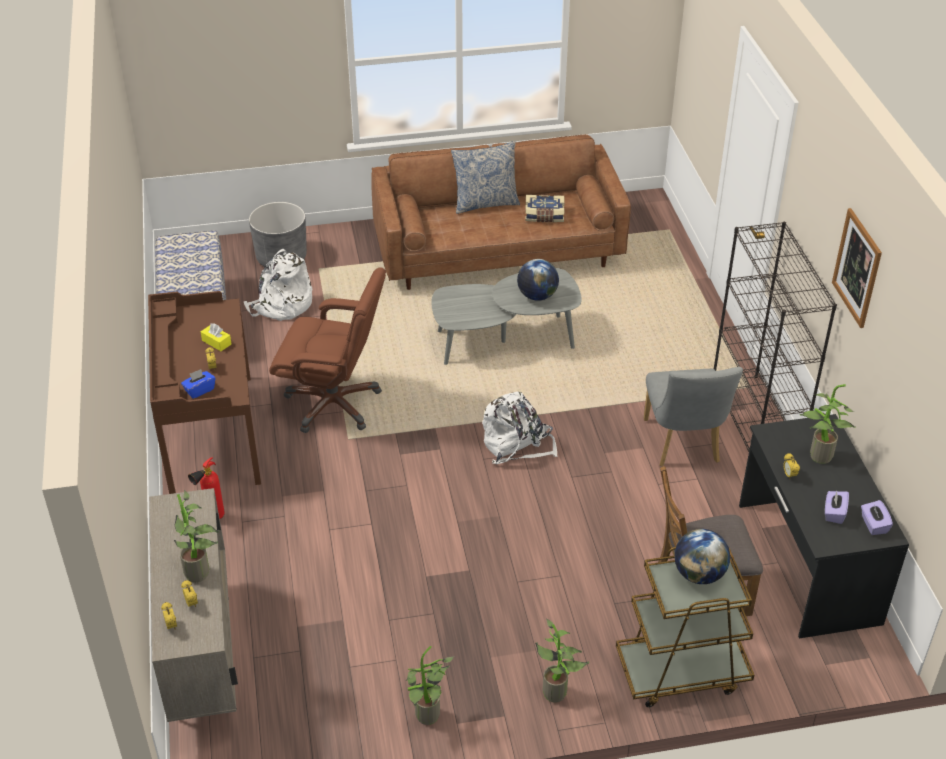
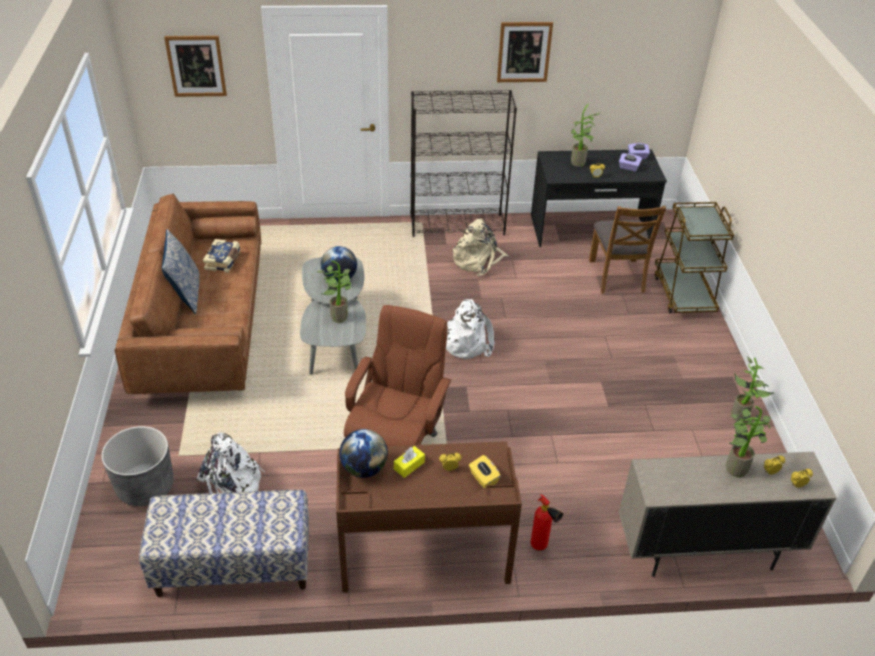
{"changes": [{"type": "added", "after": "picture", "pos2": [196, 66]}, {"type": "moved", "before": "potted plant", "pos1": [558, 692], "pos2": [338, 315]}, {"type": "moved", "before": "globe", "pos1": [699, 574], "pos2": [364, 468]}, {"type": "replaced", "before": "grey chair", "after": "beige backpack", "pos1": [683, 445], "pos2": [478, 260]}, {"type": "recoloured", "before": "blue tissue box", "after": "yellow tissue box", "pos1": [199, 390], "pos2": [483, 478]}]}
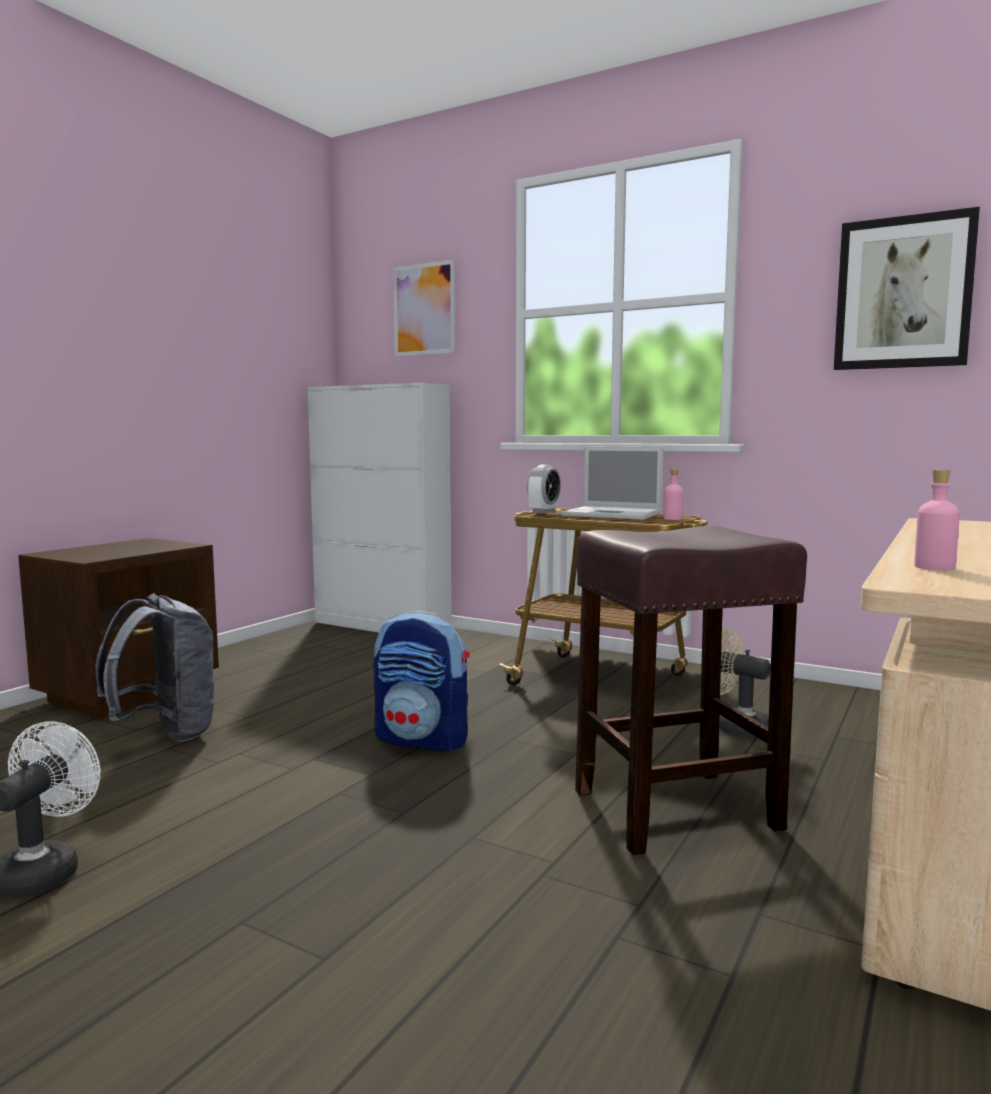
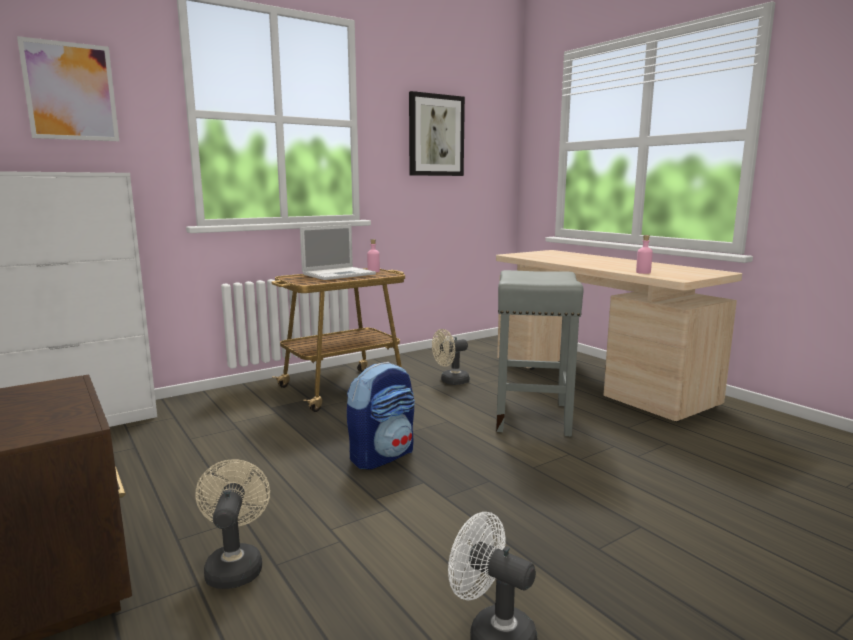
{"changes": [{"type": "replaced", "before": "grey backpack", "after": "beige fan", "pos1": [166, 734], "pos2": [235, 565]}, {"type": "recoloured", "before": "brown stool", "after": "grey stool", "pos1": [678, 809], "pos2": [532, 416]}, {"type": "removed", "before": "alarm clock", "pos1": [543, 512]}]}
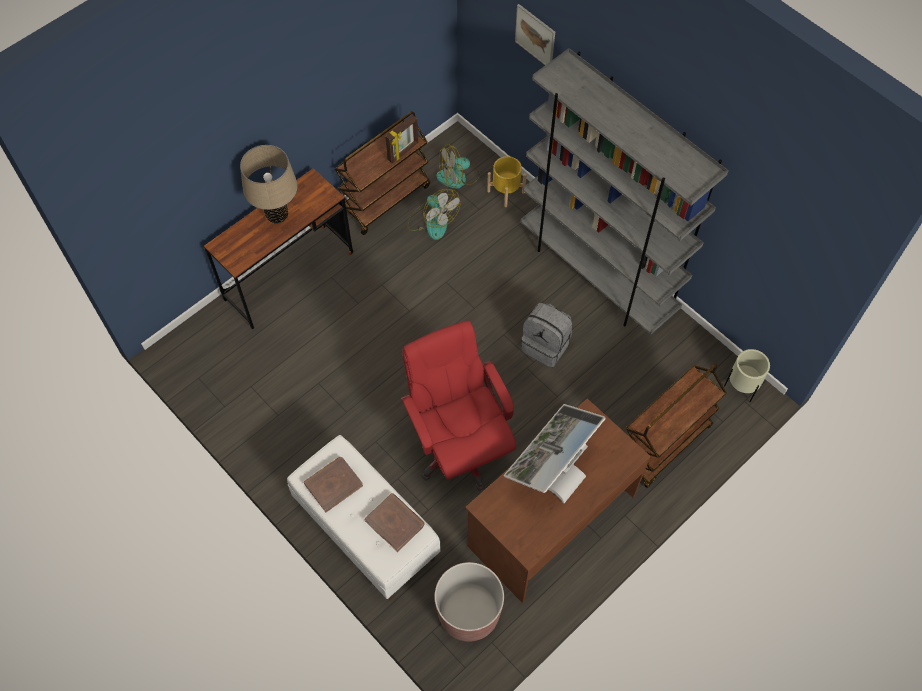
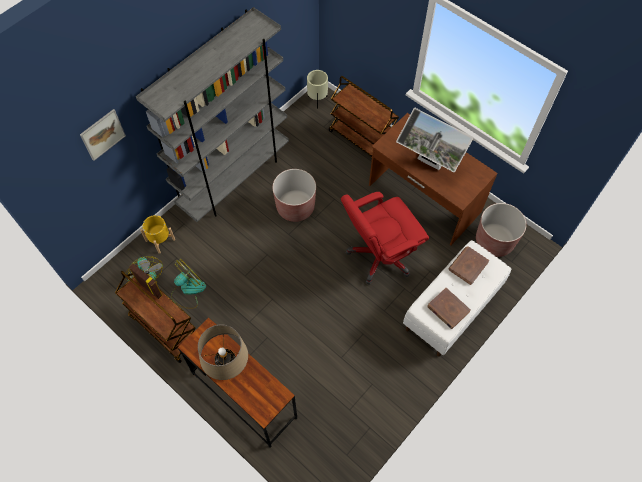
{"changes": [{"type": "replaced", "before": "grey backpack", "after": "brown planter", "pos1": [546, 345], "pos2": [295, 207]}]}
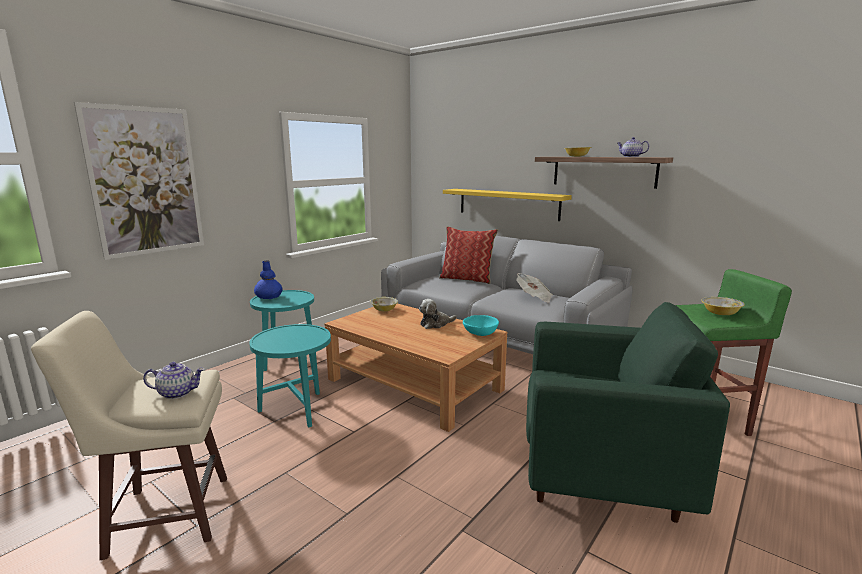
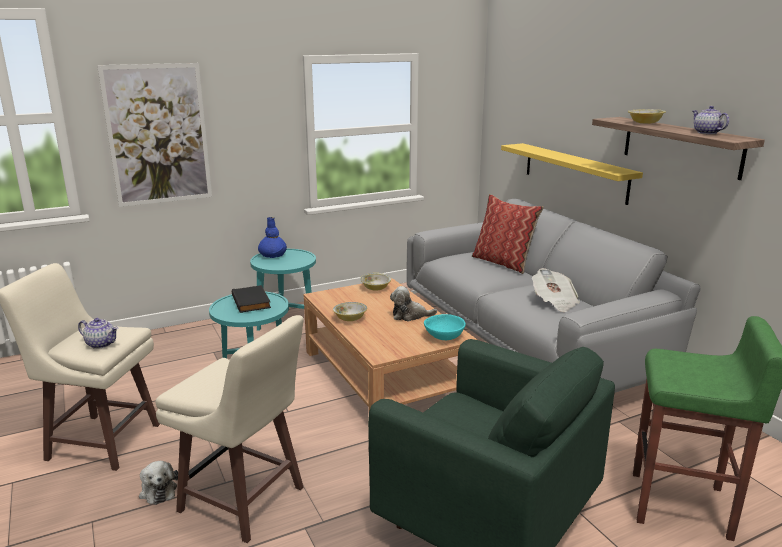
{"changes": [{"type": "added", "after": "plush toy", "pos2": [158, 490]}, {"type": "added", "after": "beige stool", "pos2": [244, 501]}, {"type": "added", "after": "black book", "pos2": [252, 301]}, {"type": "moved", "before": "bowl", "pos1": [720, 313], "pos2": [350, 319]}]}
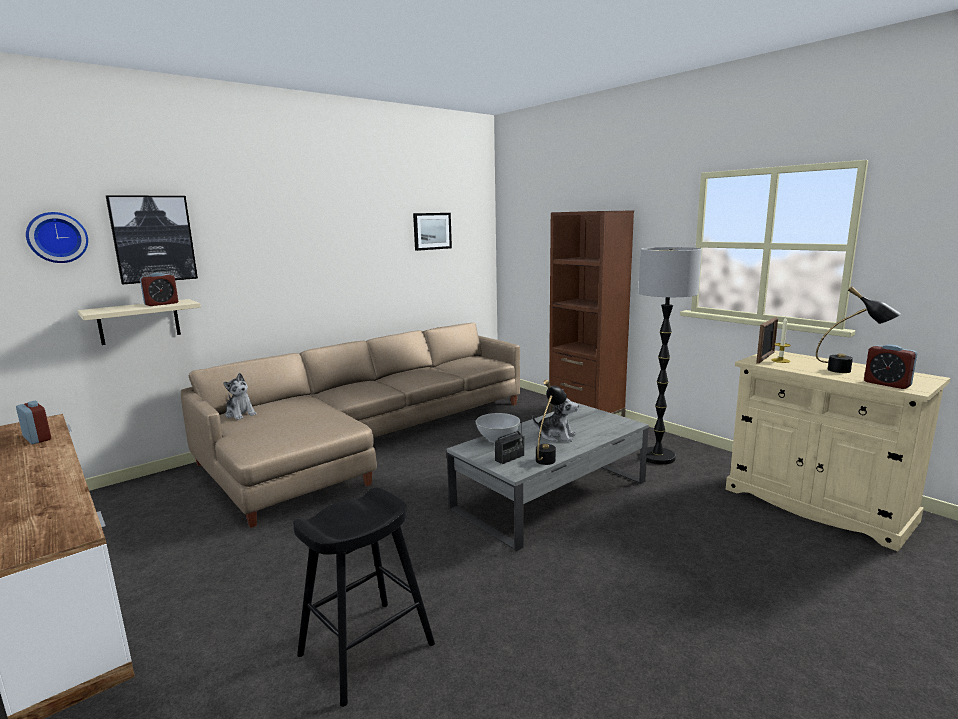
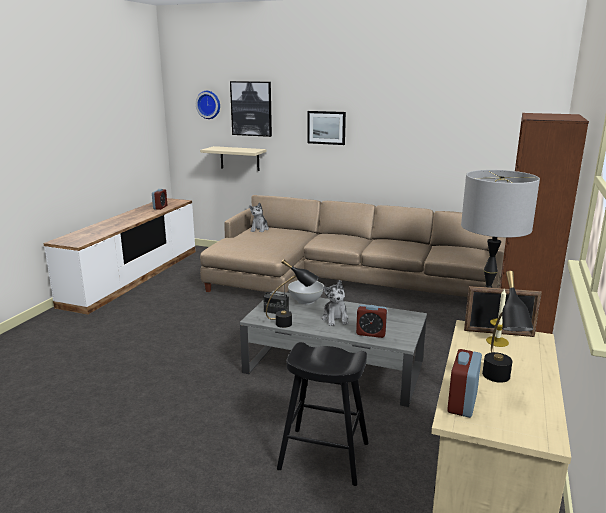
{"changes": [{"type": "moved", "before": "black stool", "pos1": [367, 649], "pos2": [324, 456]}, {"type": "moved", "before": "picture", "pos1": [432, 231], "pos2": [326, 127]}, {"type": "moved", "before": "alarm clock", "pos1": [161, 304], "pos2": [371, 333]}]}
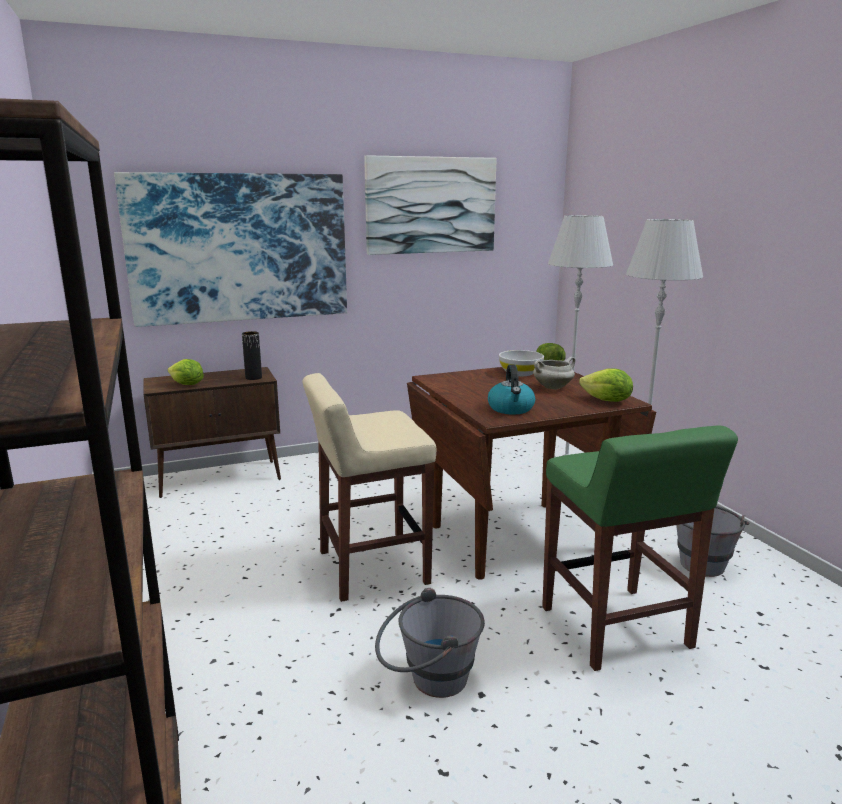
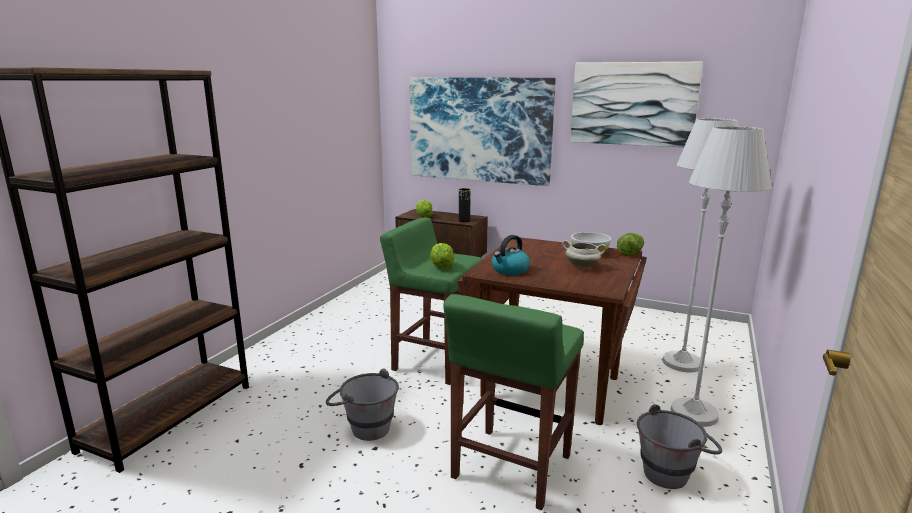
{"changes": [{"type": "recoloured", "before": "beige stool", "after": "green stool", "pos1": [371, 568], "pos2": [435, 362]}, {"type": "moved", "before": "lettuce", "pos1": [607, 401], "pos2": [441, 267]}]}
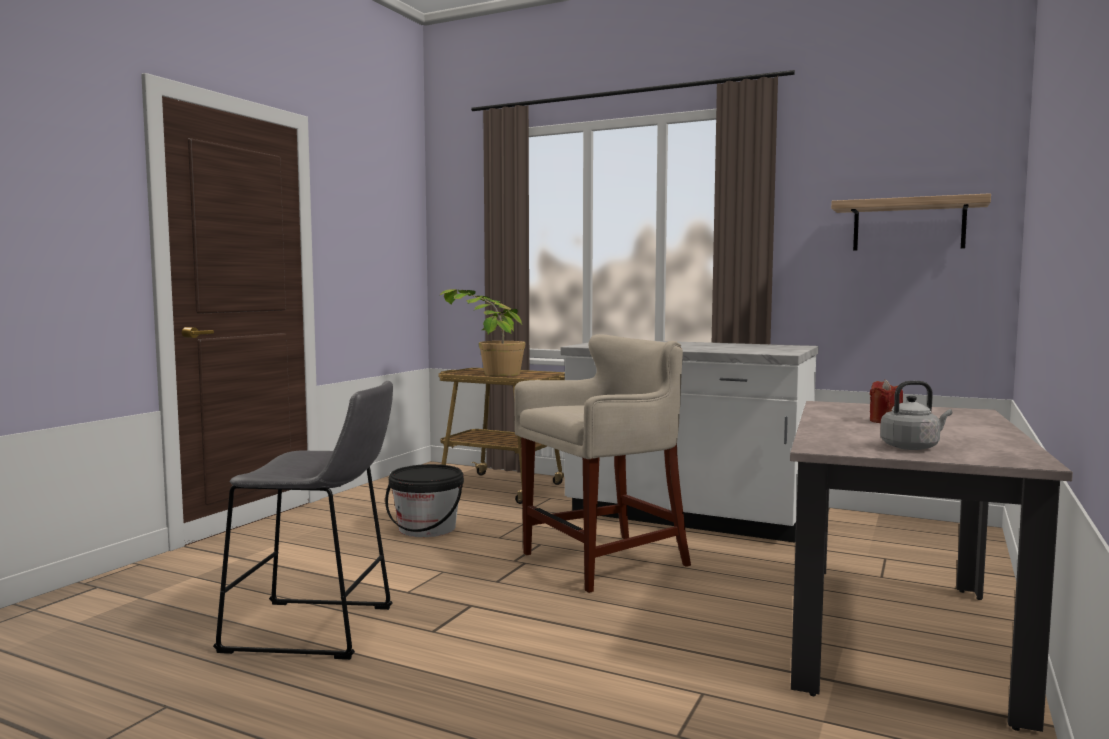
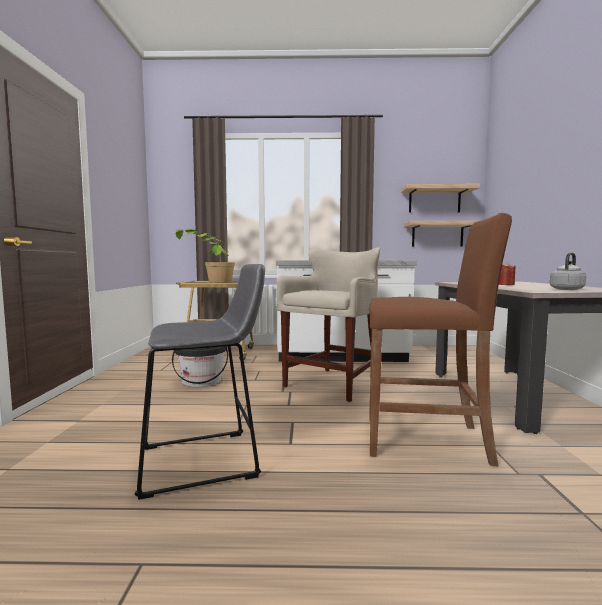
{"changes": [{"type": "added", "after": "brown stool", "pos2": [426, 440]}, {"type": "added", "after": "shelf", "pos2": [437, 235]}]}
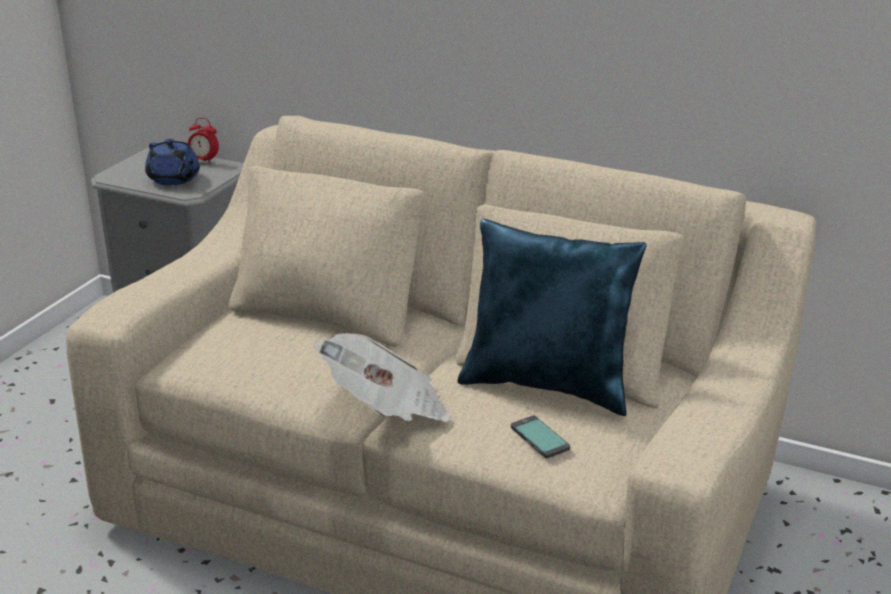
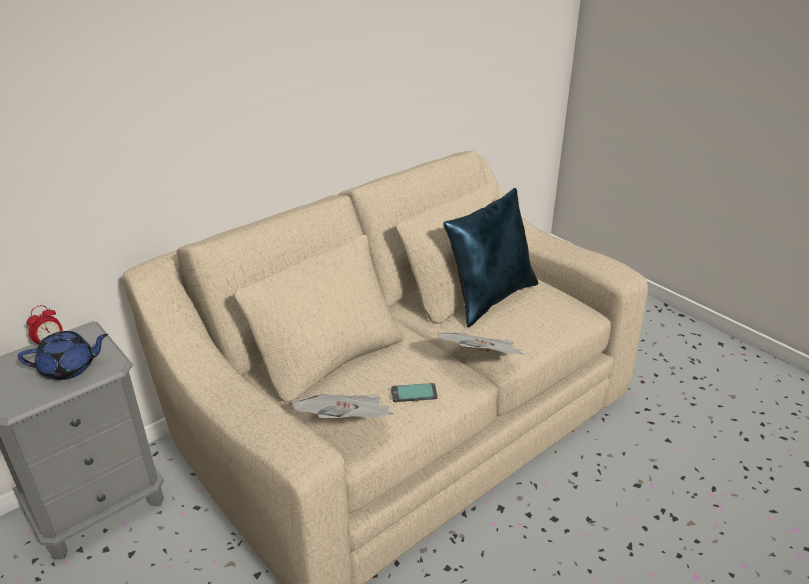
{"changes": [{"type": "added", "after": "newspaper", "pos2": [347, 424]}, {"type": "moved", "before": "phone", "pos1": [539, 438], "pos2": [414, 394]}]}
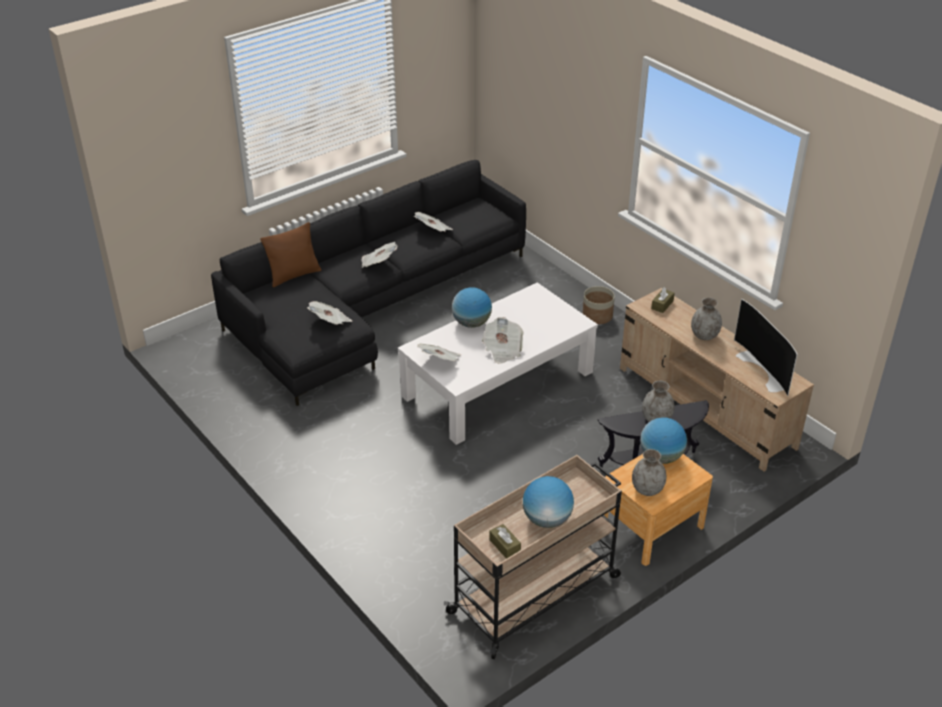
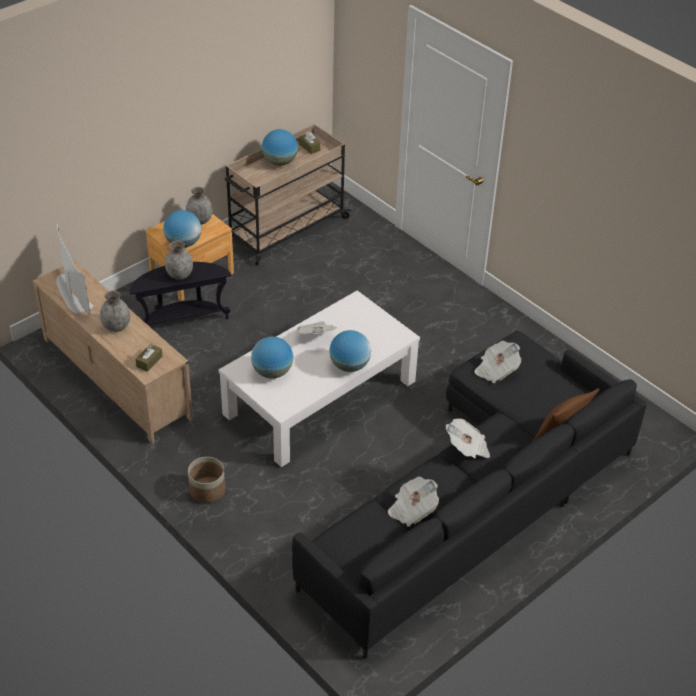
{"changes": [{"type": "added", "after": "globe", "pos2": [272, 372]}, {"type": "removed", "before": "newspaper", "pos1": [440, 361]}]}
